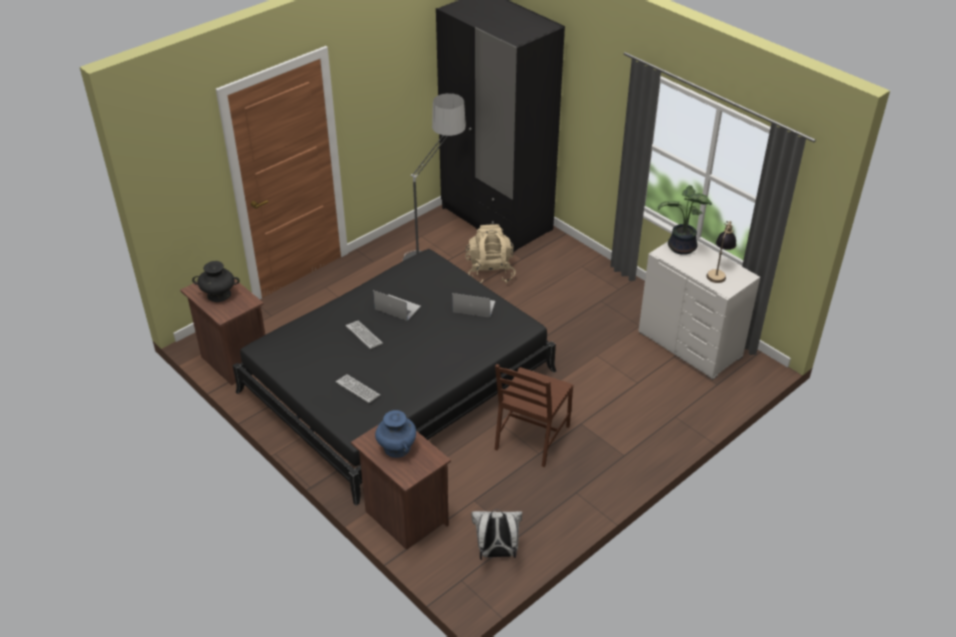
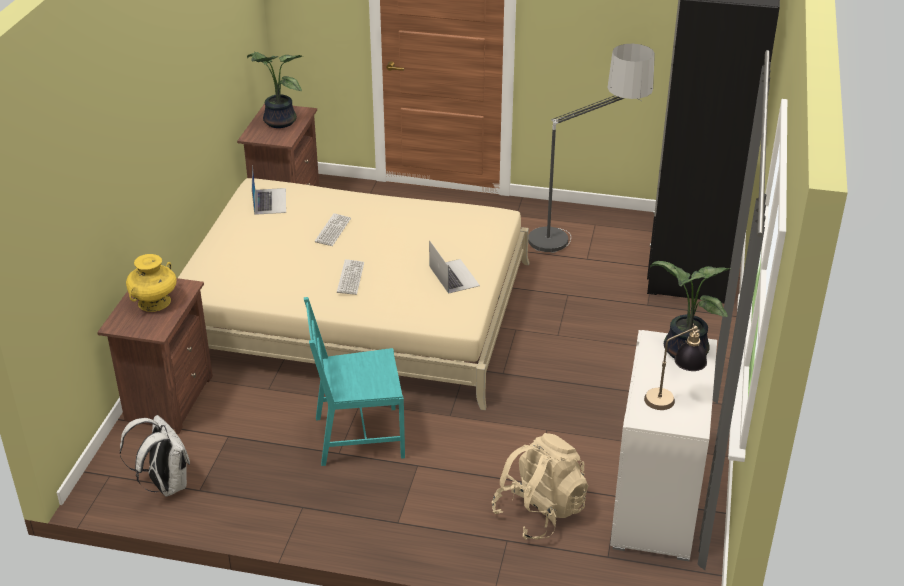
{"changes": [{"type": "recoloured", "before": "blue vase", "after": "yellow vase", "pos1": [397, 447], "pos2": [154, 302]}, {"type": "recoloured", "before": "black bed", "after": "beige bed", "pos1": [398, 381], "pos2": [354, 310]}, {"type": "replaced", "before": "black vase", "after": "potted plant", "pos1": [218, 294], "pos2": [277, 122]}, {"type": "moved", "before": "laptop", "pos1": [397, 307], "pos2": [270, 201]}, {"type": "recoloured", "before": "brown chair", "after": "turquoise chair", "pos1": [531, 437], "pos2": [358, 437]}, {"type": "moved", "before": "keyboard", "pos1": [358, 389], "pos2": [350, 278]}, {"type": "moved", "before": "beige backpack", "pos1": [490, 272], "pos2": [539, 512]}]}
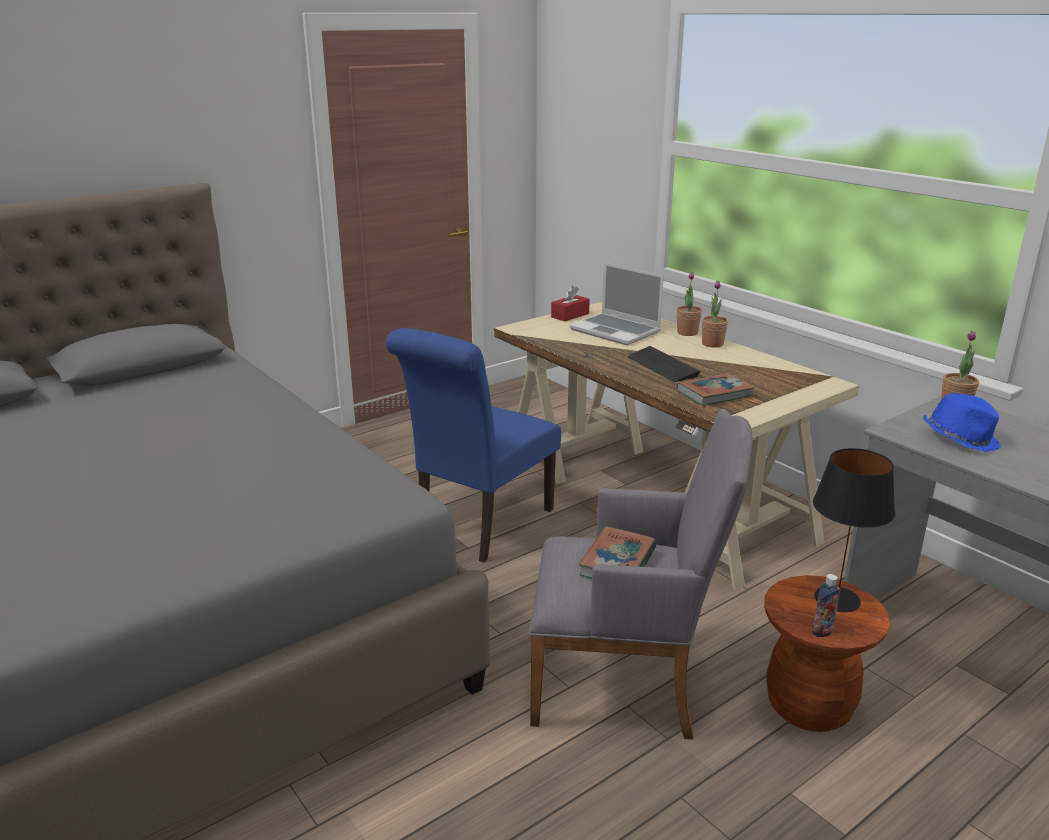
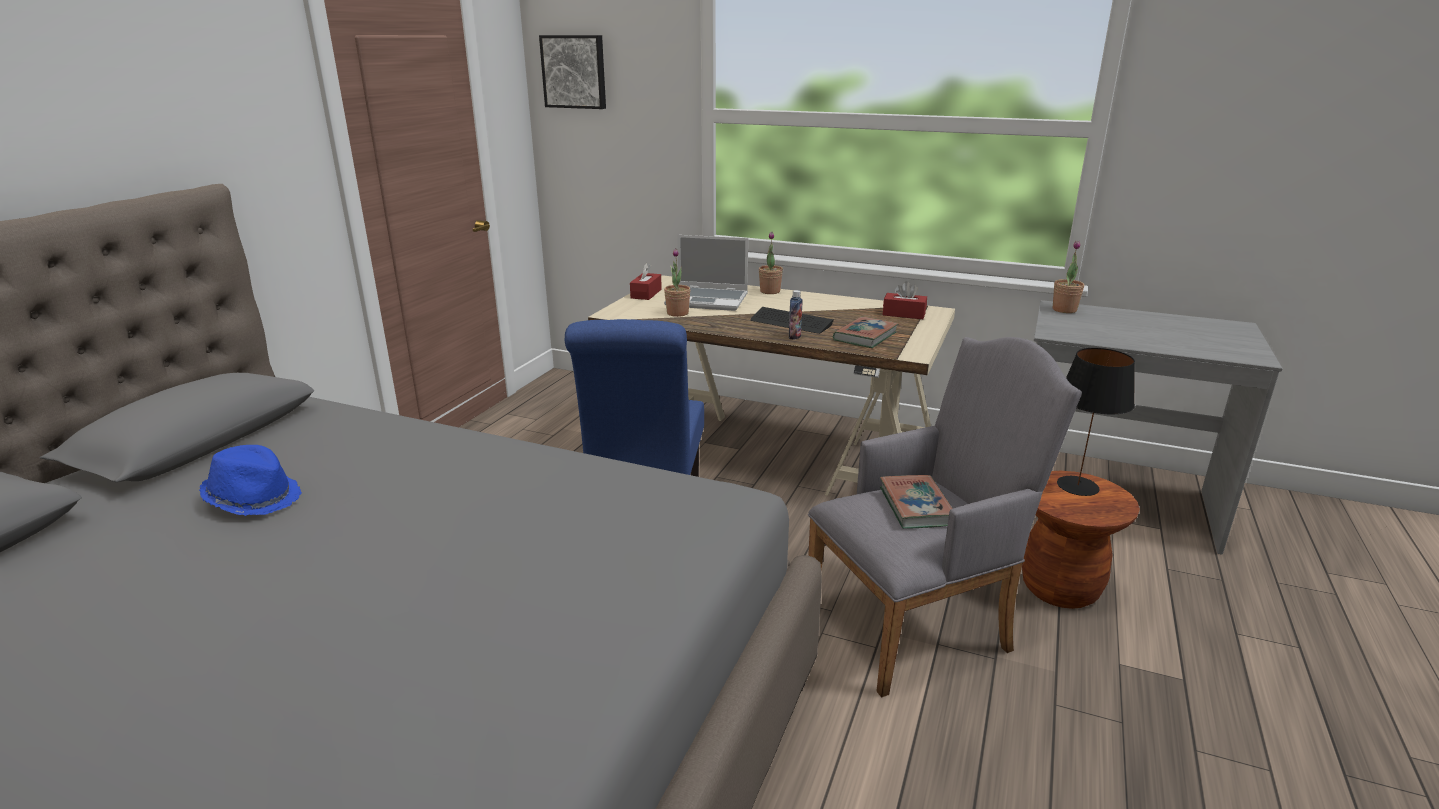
{"changes": [{"type": "moved", "before": "blue hat", "pos1": [960, 438], "pos2": [254, 499]}, {"type": "added", "after": "picture", "pos2": [574, 72]}, {"type": "moved", "before": "potted plant", "pos1": [712, 344], "pos2": [677, 313]}, {"type": "moved", "before": "bottle", "pos1": [822, 631], "pos2": [794, 337]}, {"type": "added", "after": "red tissue box", "pos2": [904, 314]}]}
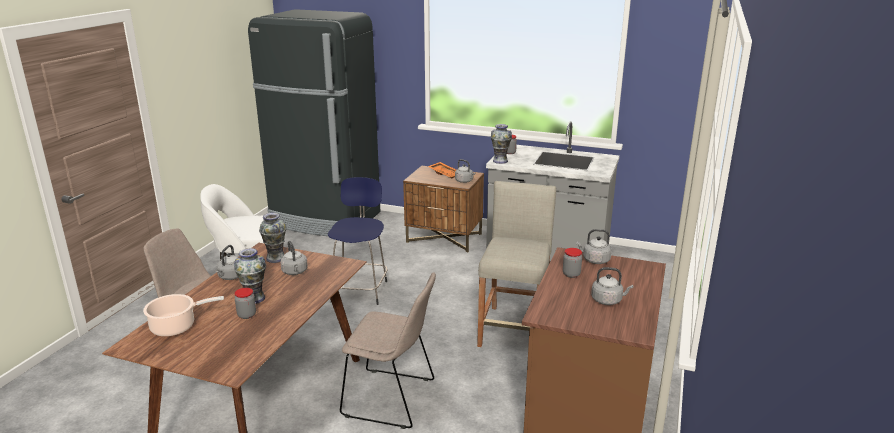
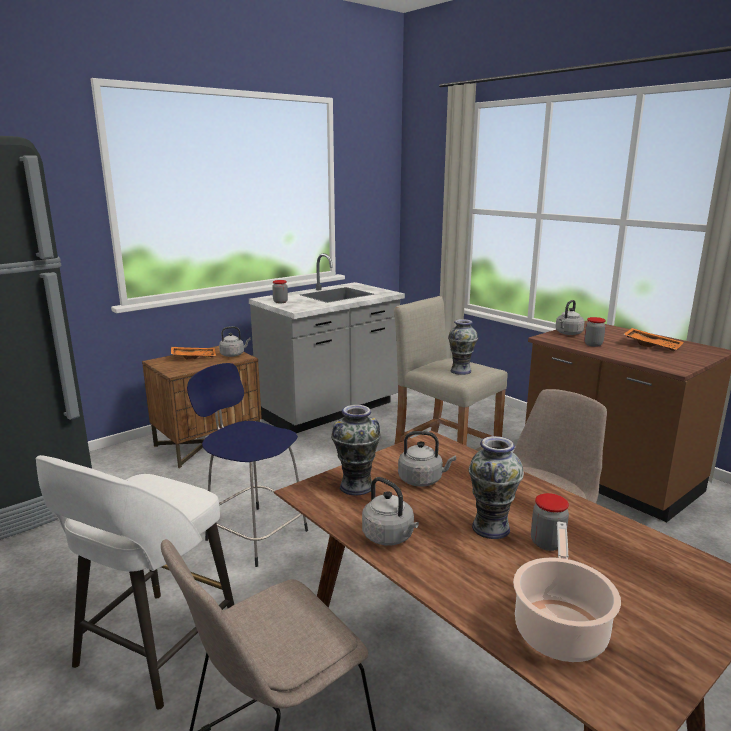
{"changes": [{"type": "moved", "before": "vase", "pos1": [500, 161], "pos2": [460, 371]}, {"type": "replaced", "before": "grey kettle", "after": "orange tray", "pos1": [608, 300], "pos2": [652, 345]}]}
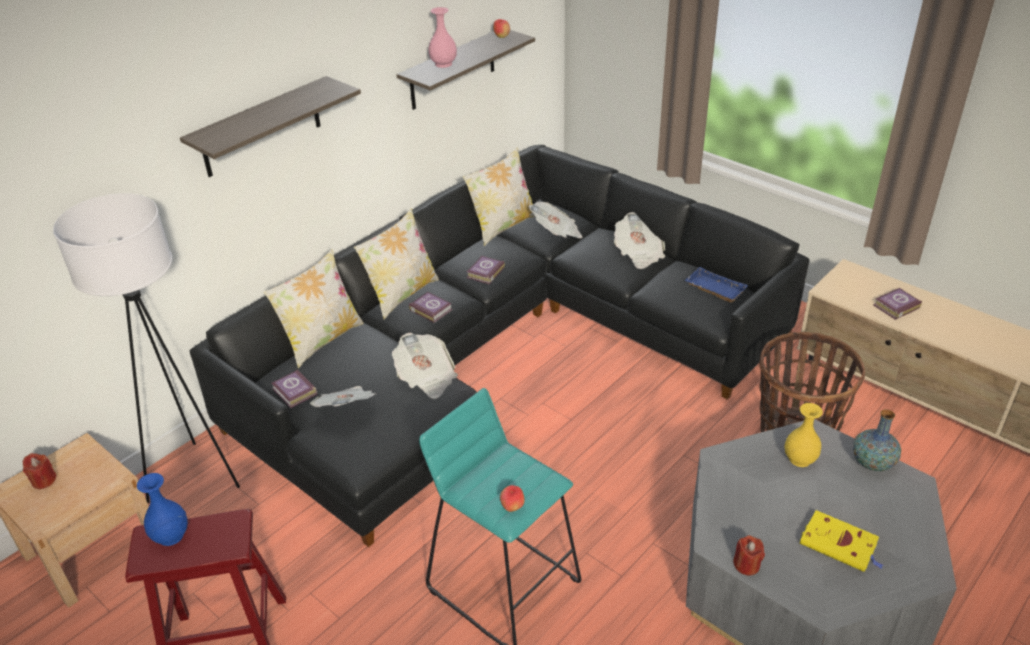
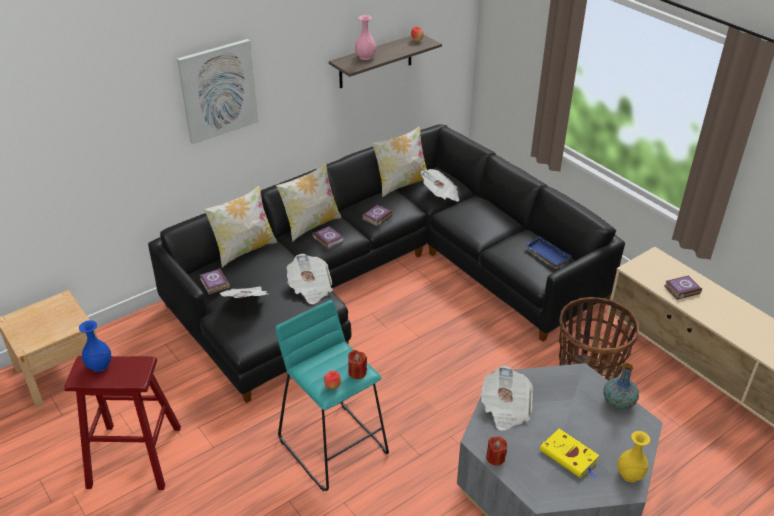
{"changes": [{"type": "replaced", "before": "shelf", "after": "picture", "pos1": [261, 127], "pos2": [218, 91]}, {"type": "moved", "before": "red candle", "pos1": [44, 480], "pos2": [357, 372]}, {"type": "moved", "before": "newspaper", "pos1": [639, 253], "pos2": [505, 409]}, {"type": "moved", "before": "yellow vase", "pos1": [800, 459], "pos2": [629, 475]}, {"type": "removed", "before": "white floor lamp", "pos1": [195, 477]}]}
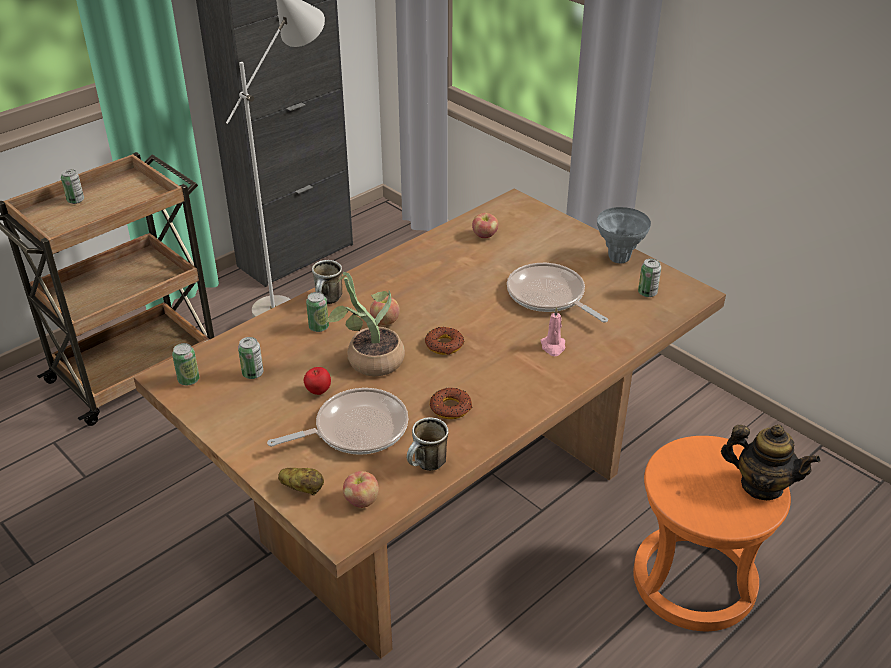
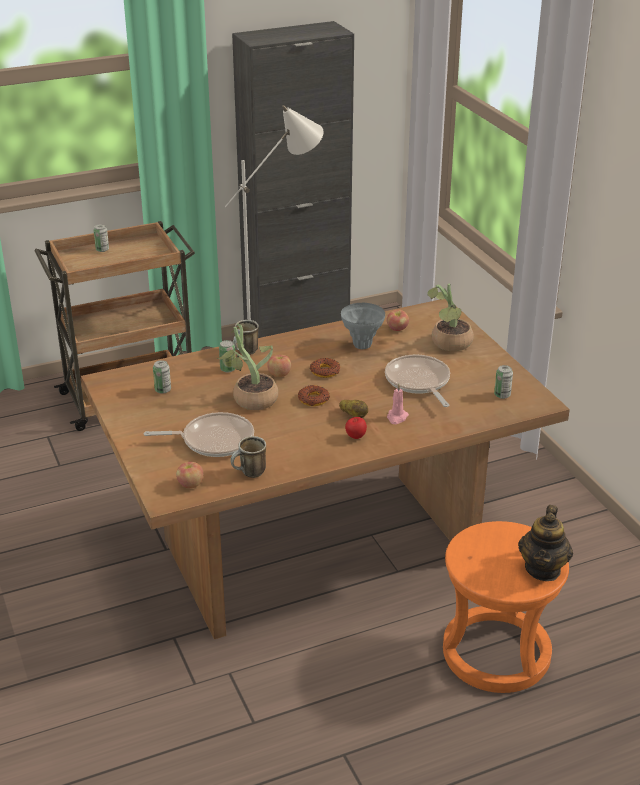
{"changes": [{"type": "moved", "before": "donut", "pos1": [450, 407], "pos2": [325, 371]}, {"type": "moved", "before": "potato", "pos1": [302, 489], "pos2": [354, 416]}, {"type": "moved", "before": "grey vase", "pos1": [619, 258], "pos2": [362, 345]}, {"type": "moved", "before": "apple", "pos1": [318, 392], "pos2": [355, 437]}, {"type": "added", "after": "potted plant", "pos2": [448, 344]}, {"type": "turned", "before": "teapot", "pos1": [761, 486], "pos2": [543, 569], "turn": 60}, {"type": "removed", "before": "can", "pos1": [188, 380]}]}
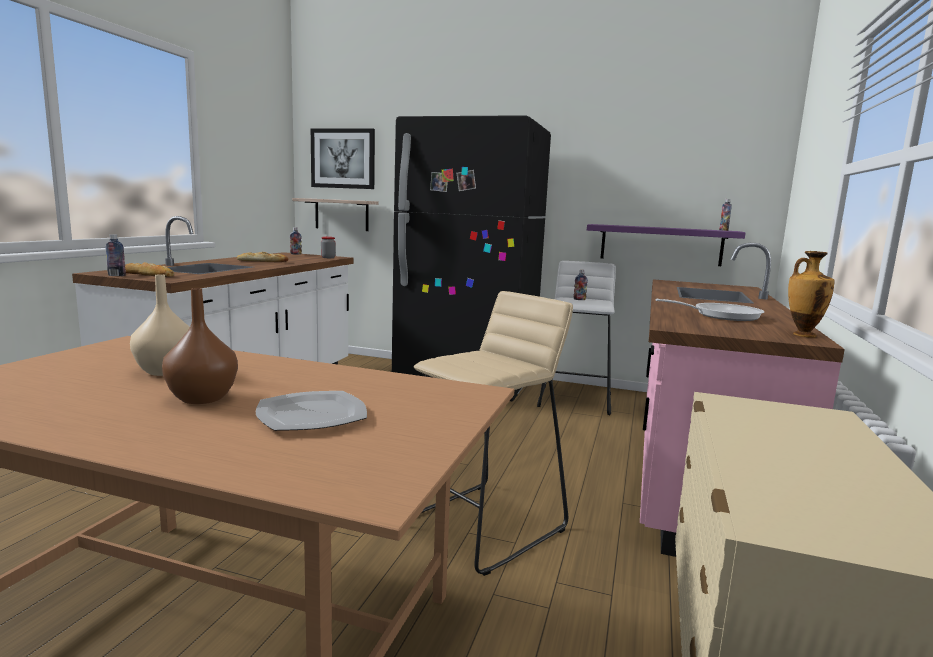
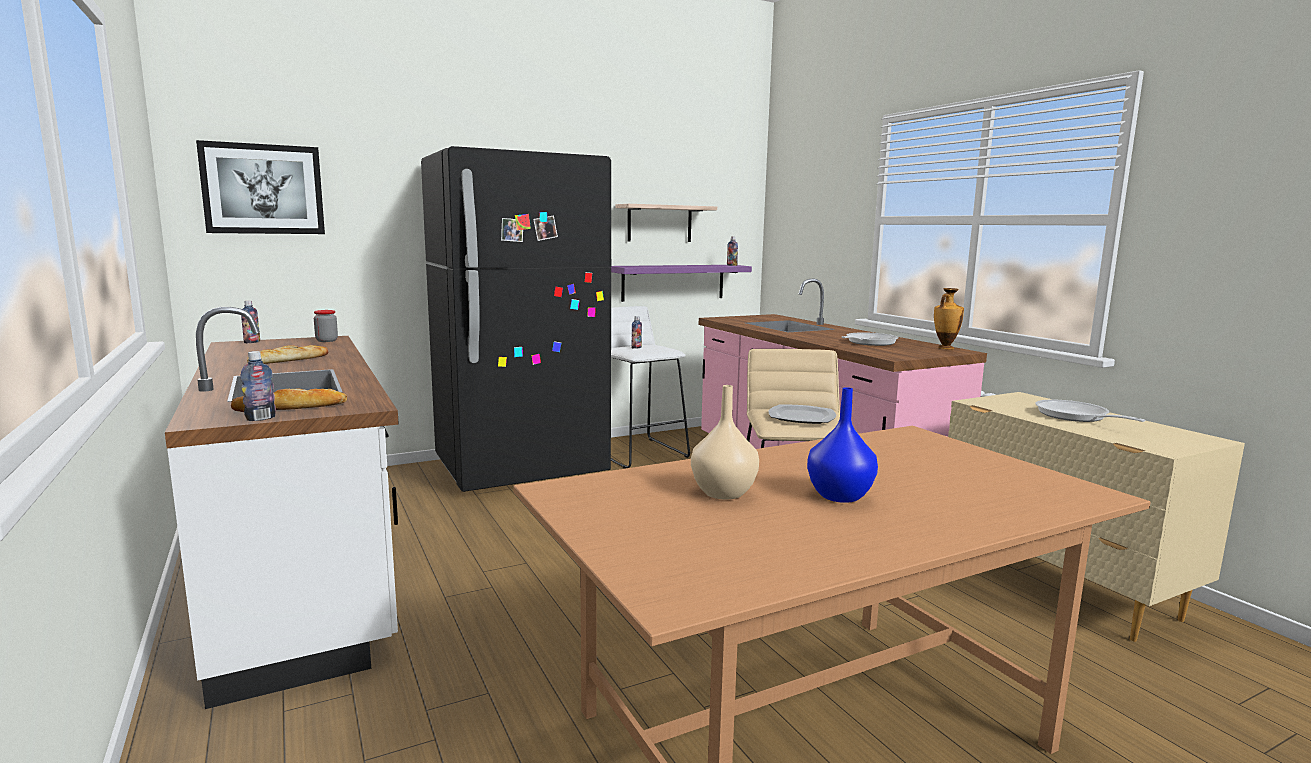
{"changes": [{"type": "moved", "before": "shelf", "pos1": [341, 214], "pos2": [659, 223]}, {"type": "moved", "before": "plate", "pos1": [312, 414], "pos2": [801, 417]}, {"type": "recoloured", "before": "brown vase", "after": "blue vase", "pos1": [203, 399], "pos2": [841, 496]}, {"type": "added", "after": "frying pan", "pos2": [1076, 417]}]}
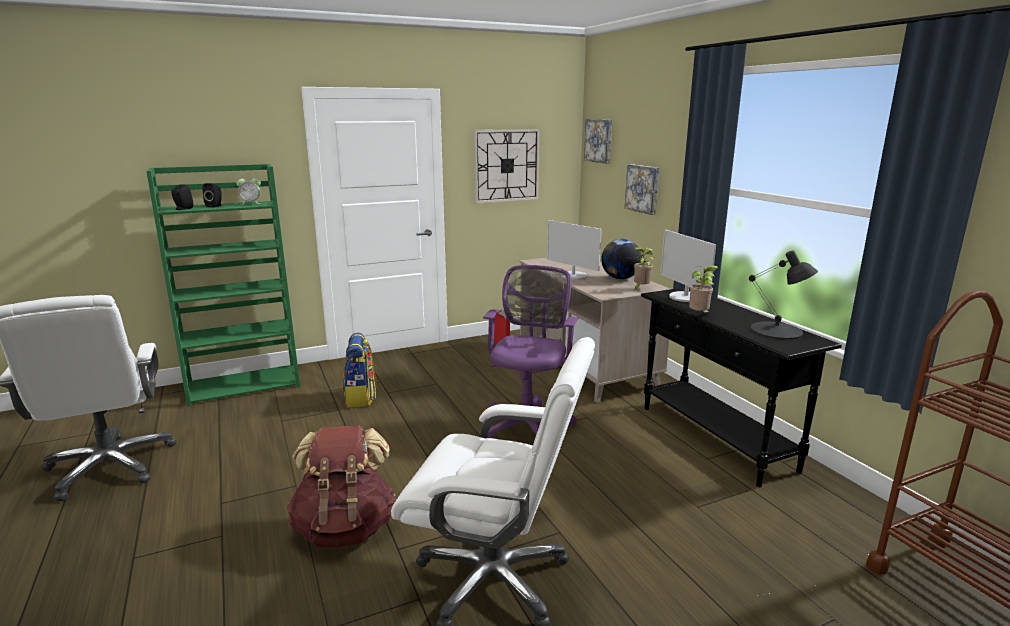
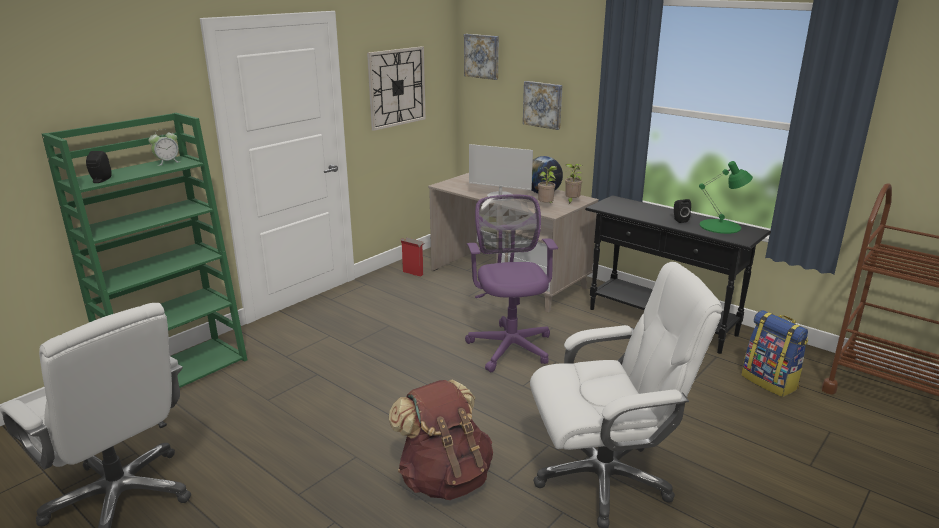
{"changes": [{"type": "moved", "before": "potted plant", "pos1": [699, 315], "pos2": [546, 205]}, {"type": "moved", "before": "black speaker", "pos1": [215, 206], "pos2": [679, 220]}, {"type": "recoloured", "before": "black table lamp", "after": "green table lamp", "pos1": [777, 331], "pos2": [720, 226]}, {"type": "moved", "before": "backpack", "pos1": [361, 398], "pos2": [770, 382]}, {"type": "removed", "before": "monitor", "pos1": [685, 297]}]}
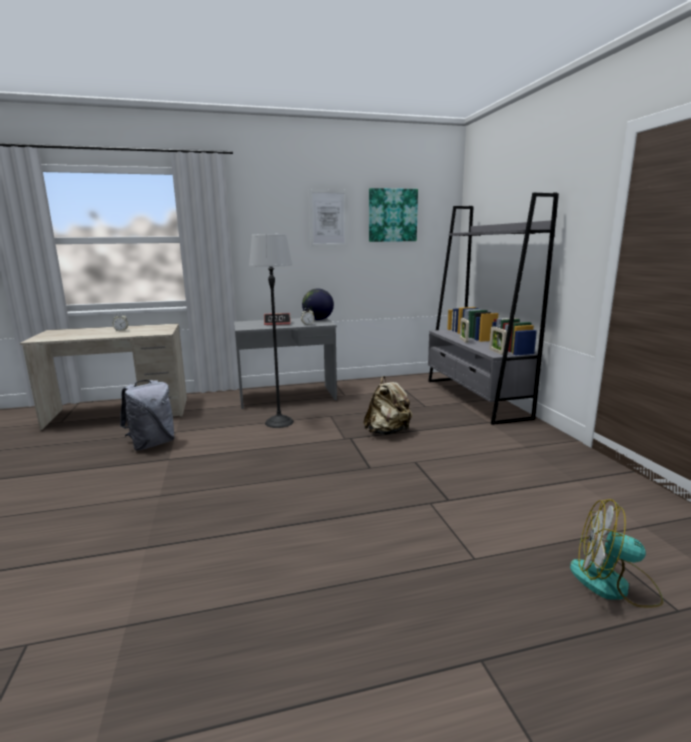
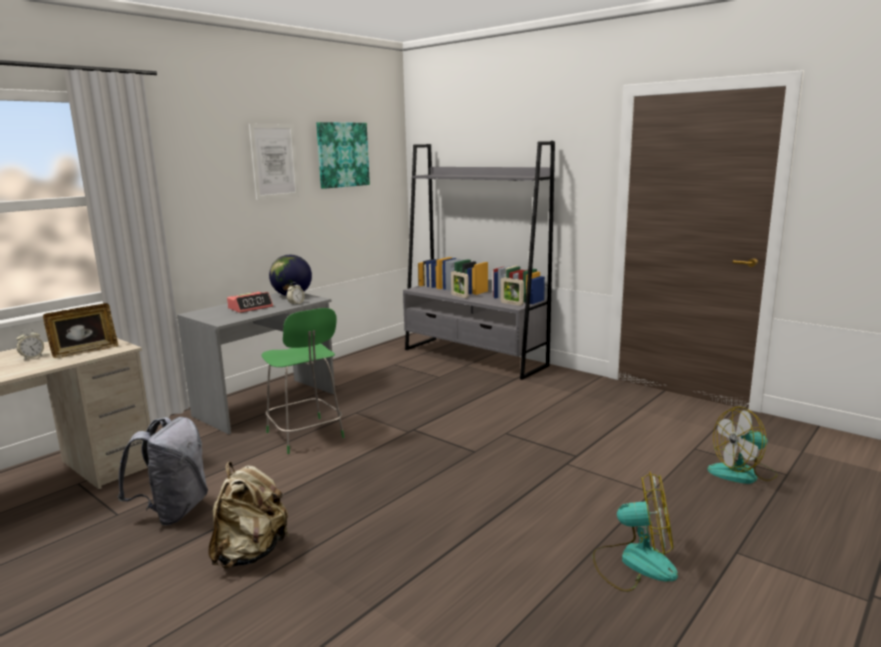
{"changes": [{"type": "added", "after": "picture frame", "pos2": [85, 351]}, {"type": "moved", "before": "beige backpack", "pos1": [387, 432], "pos2": [250, 553]}, {"type": "replaced", "before": "floor lamp", "after": "green stool", "pos1": [279, 422], "pos2": [306, 436]}, {"type": "added", "after": "fan", "pos2": [634, 563]}]}
